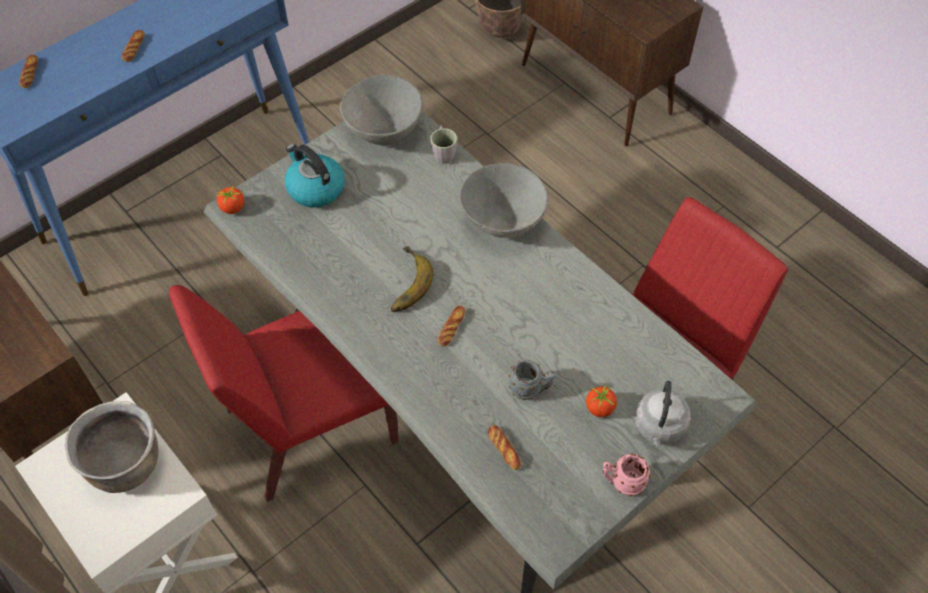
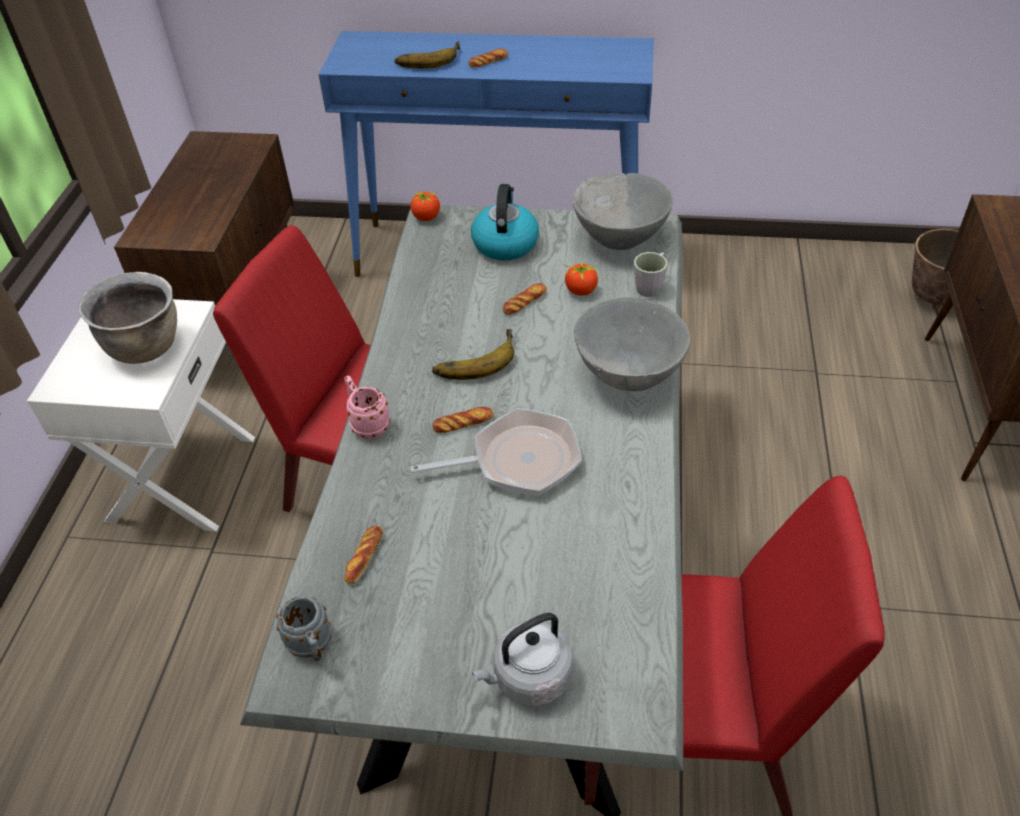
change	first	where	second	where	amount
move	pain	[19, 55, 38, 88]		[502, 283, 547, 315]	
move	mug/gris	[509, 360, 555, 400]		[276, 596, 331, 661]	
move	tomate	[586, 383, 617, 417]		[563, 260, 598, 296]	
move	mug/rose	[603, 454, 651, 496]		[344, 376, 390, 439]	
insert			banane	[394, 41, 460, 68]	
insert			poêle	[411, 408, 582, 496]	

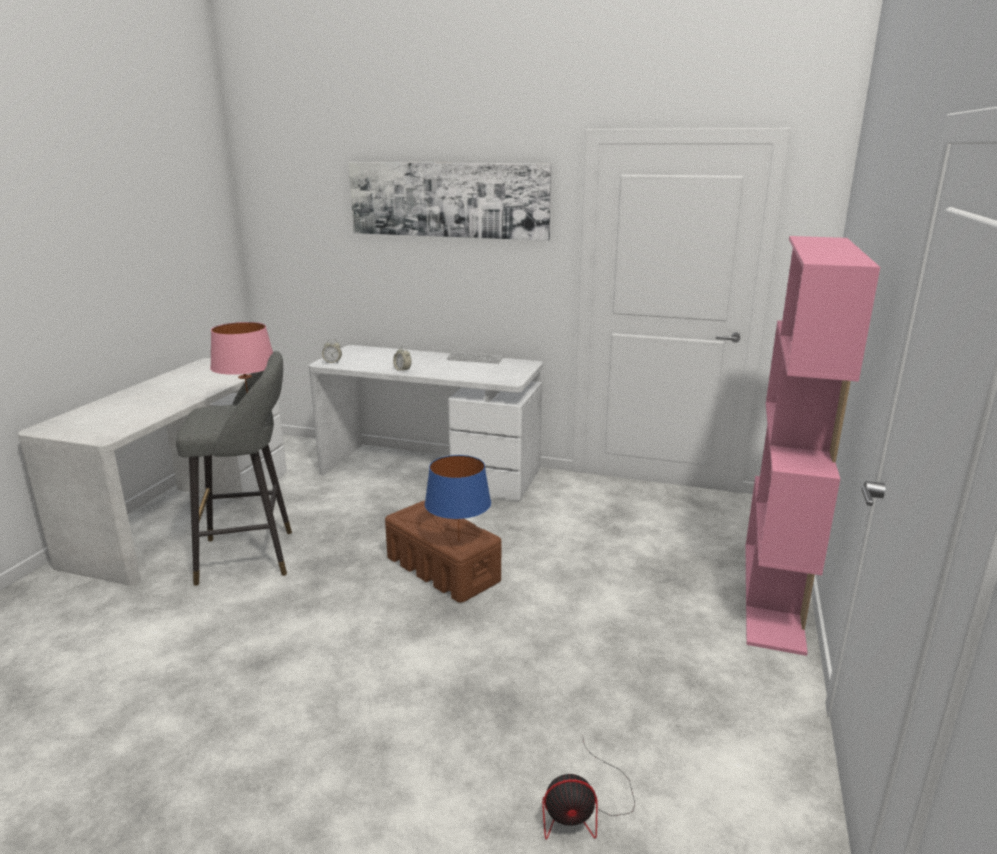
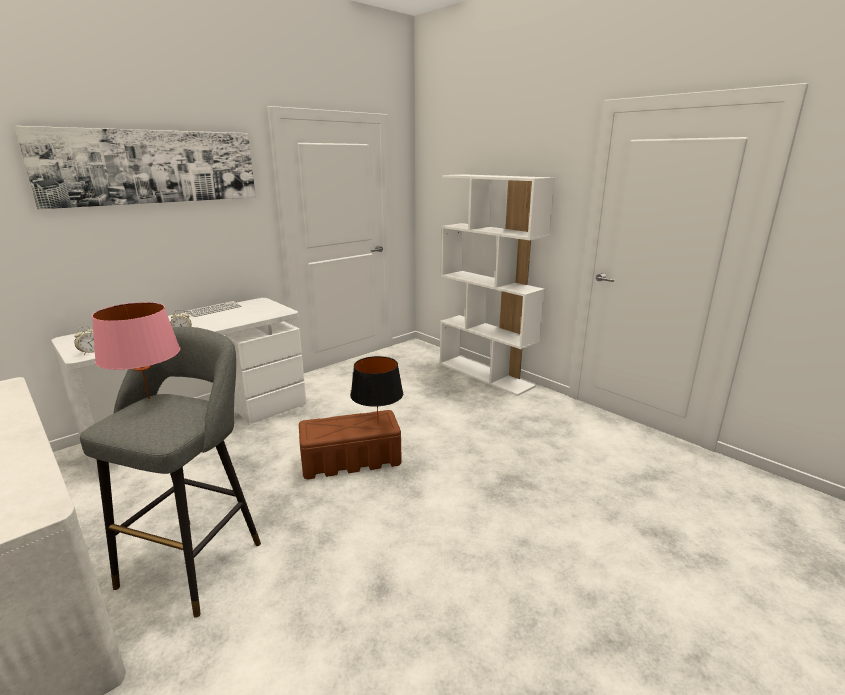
change	first	where	second	where	amount
recolor	lampe de table/bleu	[425, 455, 491, 542]	lampe de table/noir	[351, 356, 403, 425]	
delete	ventilateur	[542, 735, 635, 840]			
recolor	bibliothèque/rose	[746, 236, 880, 656]	bibliothèque/blanc	[440, 174, 555, 396]	

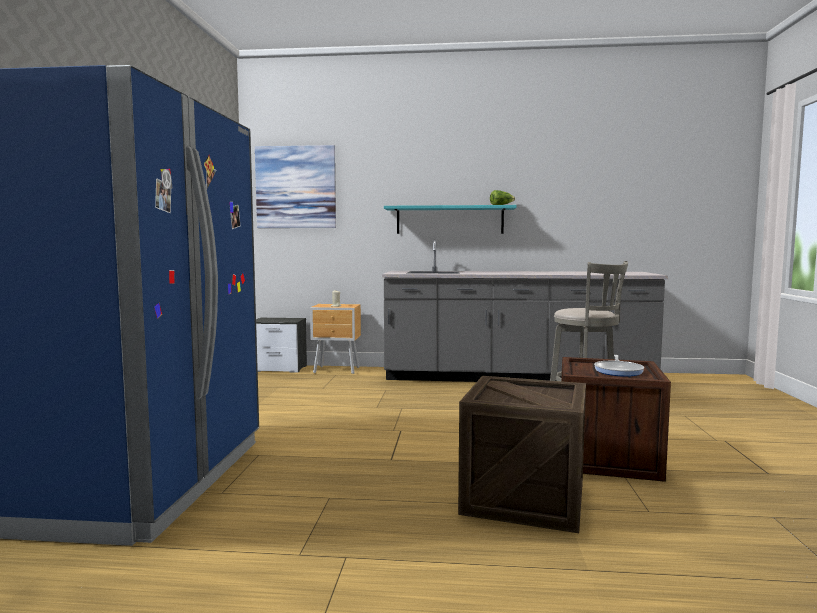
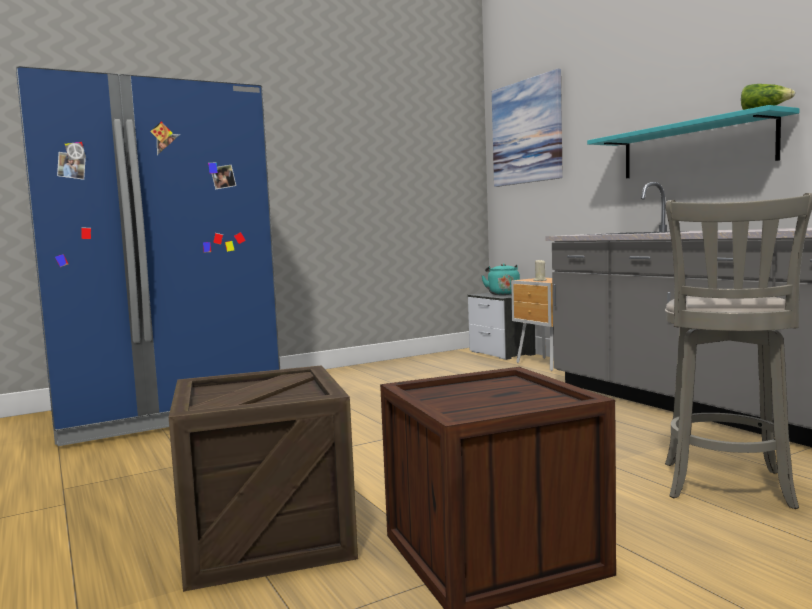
change	first	where	second	where	amount
delete	poêle	[594, 355, 644, 377]			
insert			bouilloire/turquoise	[481, 263, 520, 295]	

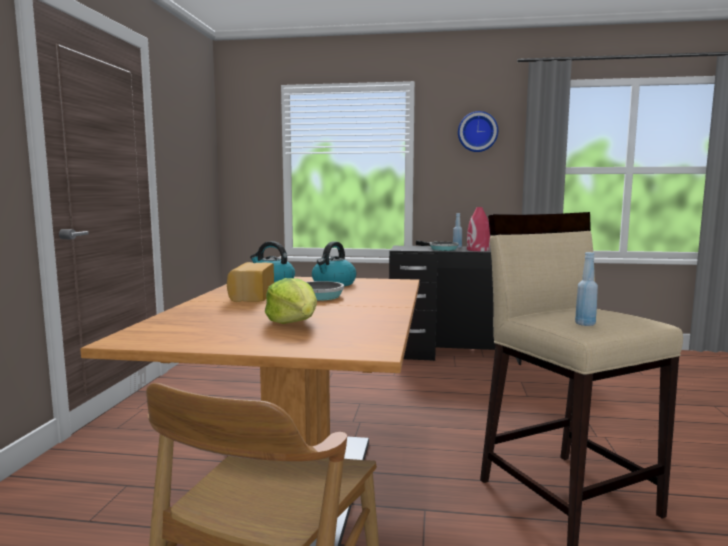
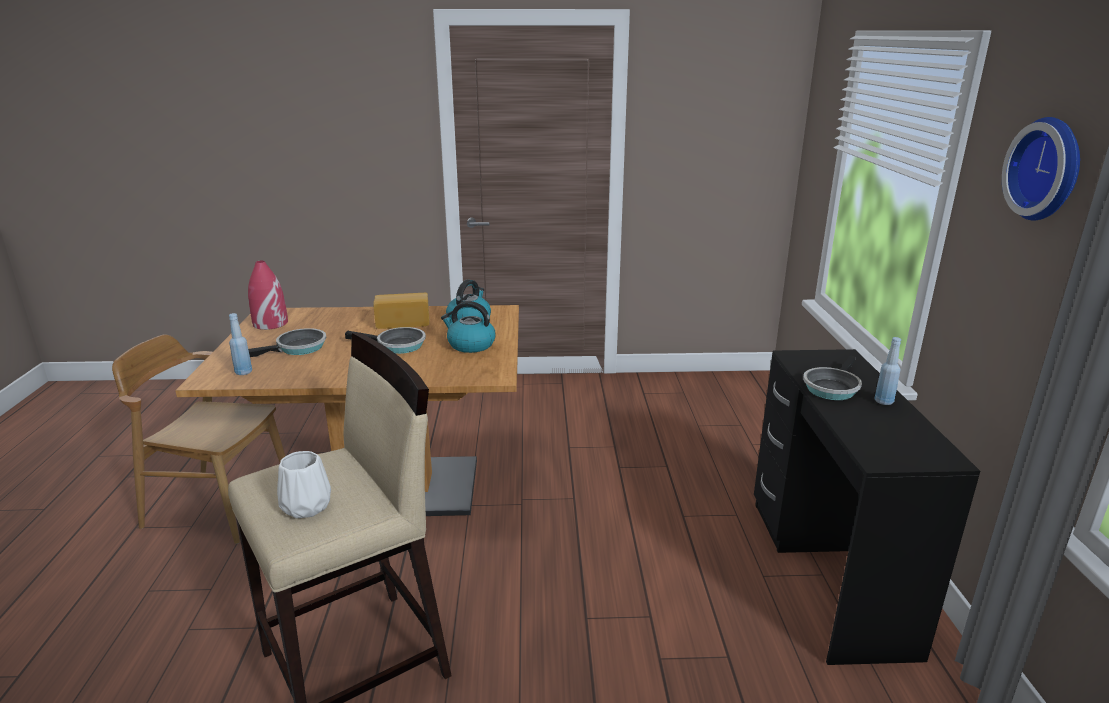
change	first	where	second	where	amount
replace	laitue	[265, 278, 317, 324]	poêle	[248, 328, 326, 357]	
move	vase/rouge	[467, 207, 490, 251]		[248, 261, 288, 330]	
move	bouteille/bleu	[575, 252, 598, 326]		[229, 313, 252, 375]	
insert			vase/blanc	[277, 451, 331, 518]	

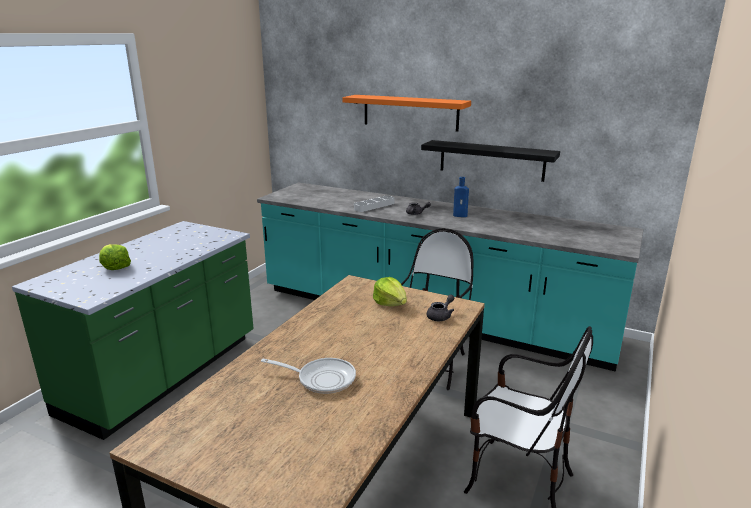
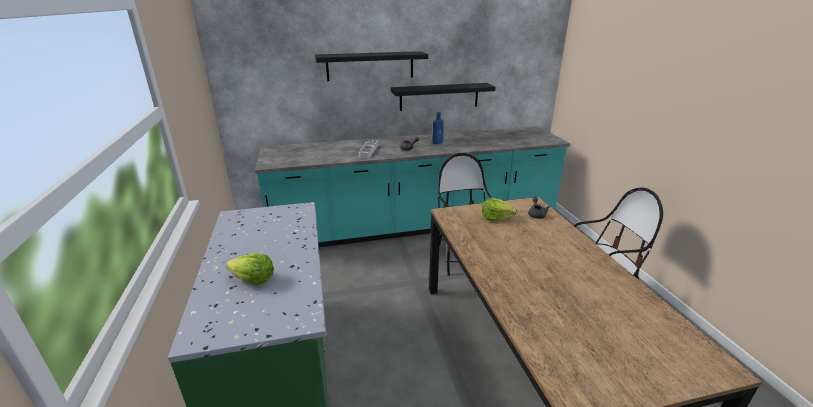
change	first	where	second	where	amount
delete	poêle	[261, 358, 356, 394]			
recolor	étagère/orange	[342, 95, 471, 132]	étagère/noir	[315, 51, 428, 81]	

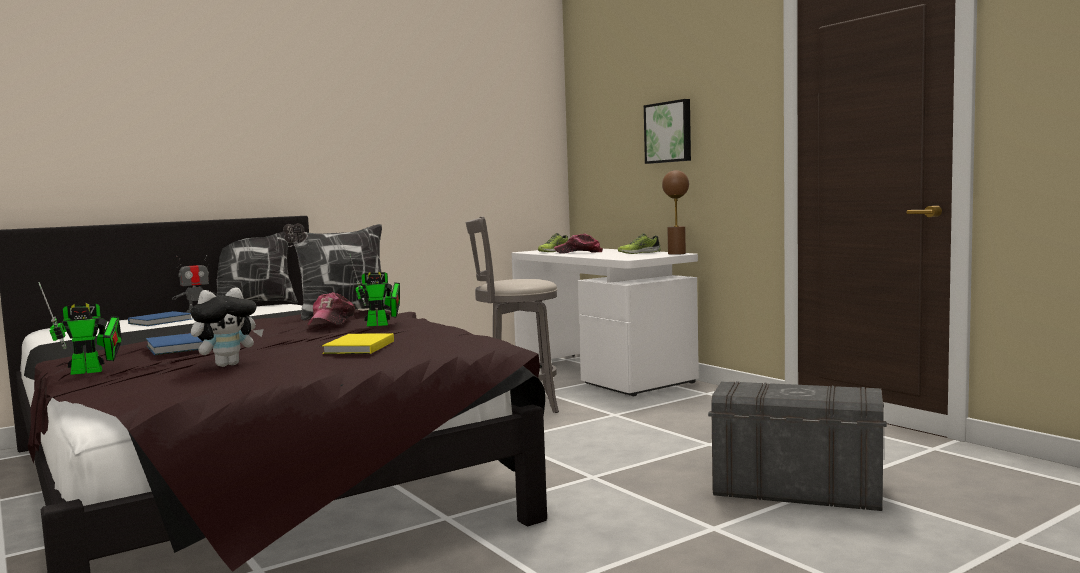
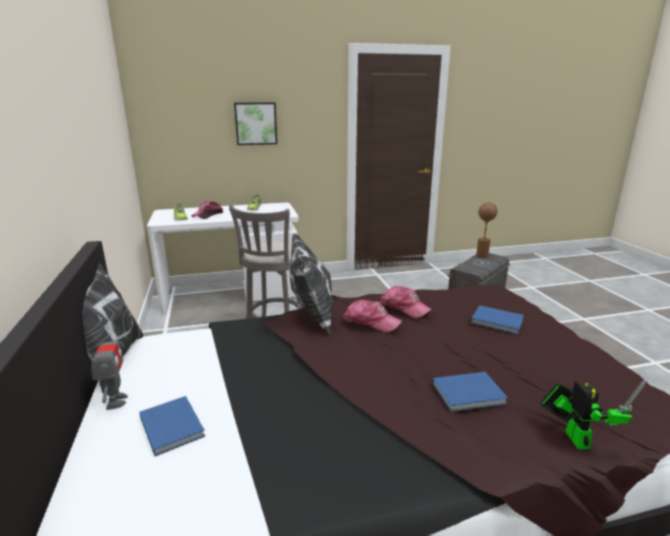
change	first	where	second	where	amount
delete	peluche	[190, 287, 264, 367]			
recolor	livre/jaune	[322, 333, 394, 354]	livre/bleu	[471, 305, 524, 334]	
replace	robot jouet	[349, 254, 400, 326]	casquette	[381, 286, 433, 318]	
move	lampe de table/marron	[662, 170, 689, 255]		[476, 202, 497, 258]	

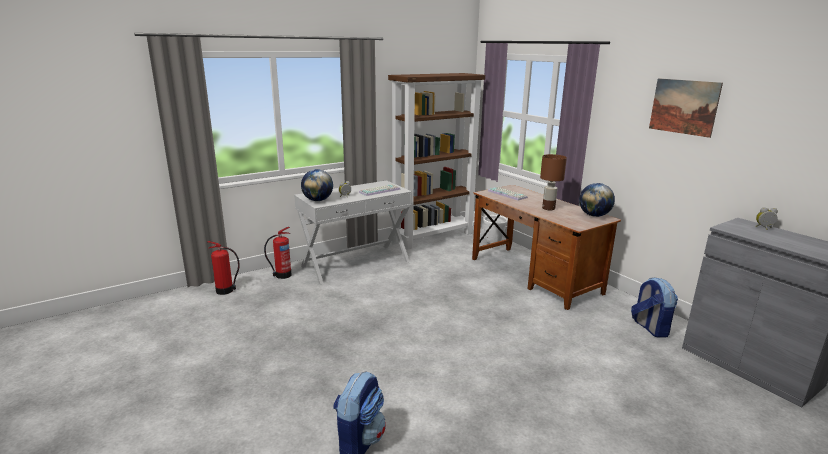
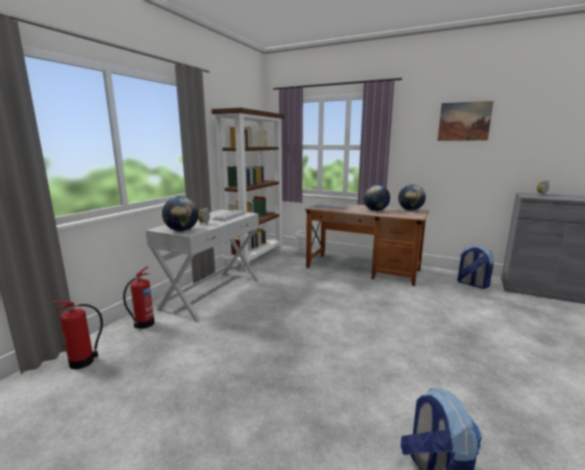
change	first	where	second	where	amount
replace	lampe de table/marron	[540, 154, 567, 210]	globe	[363, 185, 390, 211]	

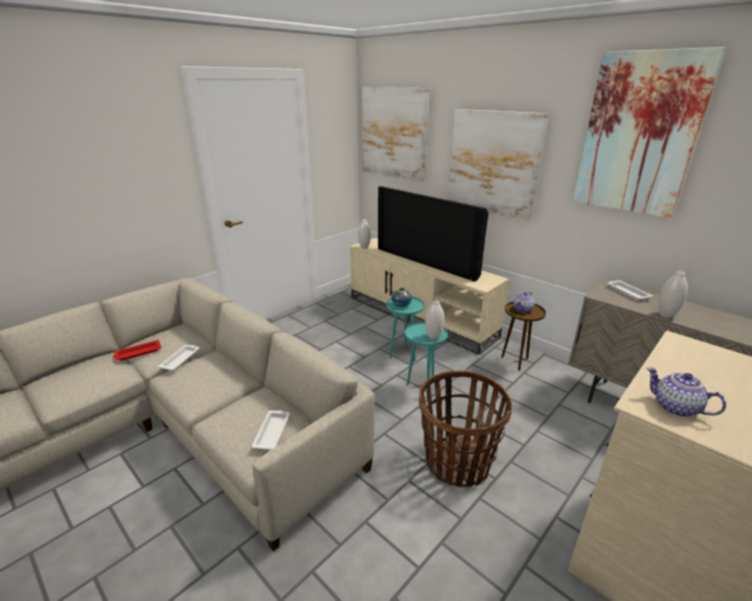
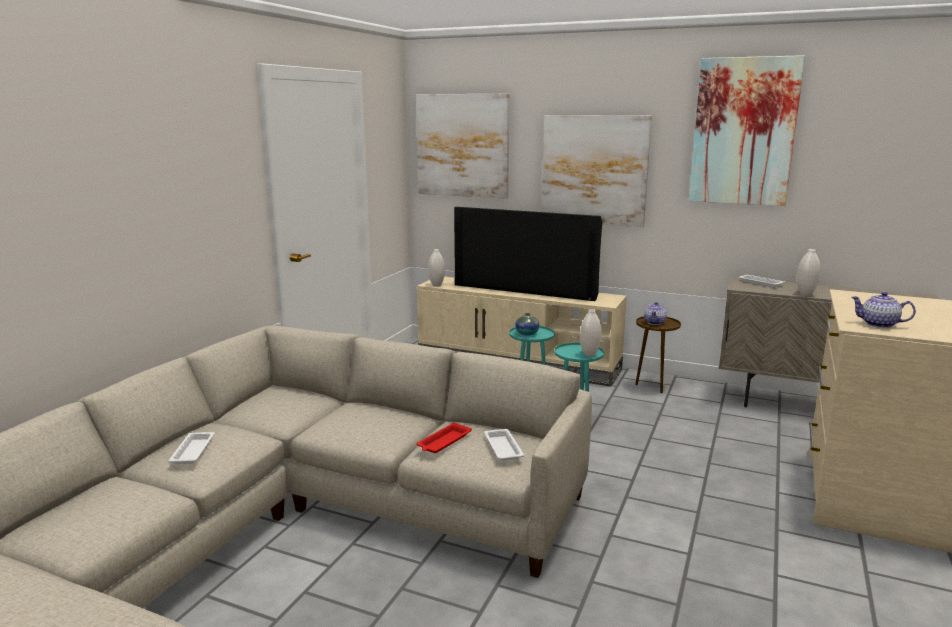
change	first	where	second	where	amount
move	plateau/rouge	[113, 340, 161, 361]		[417, 422, 472, 453]	
move	plateau/blanc	[158, 345, 200, 371]		[168, 432, 215, 464]	
delete	panier	[419, 370, 512, 487]			

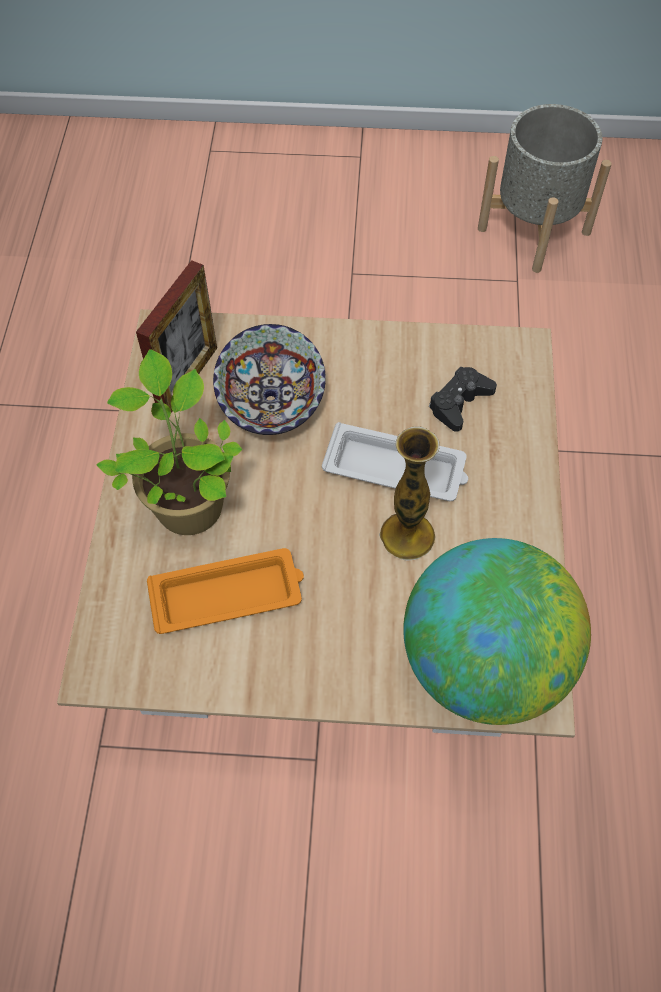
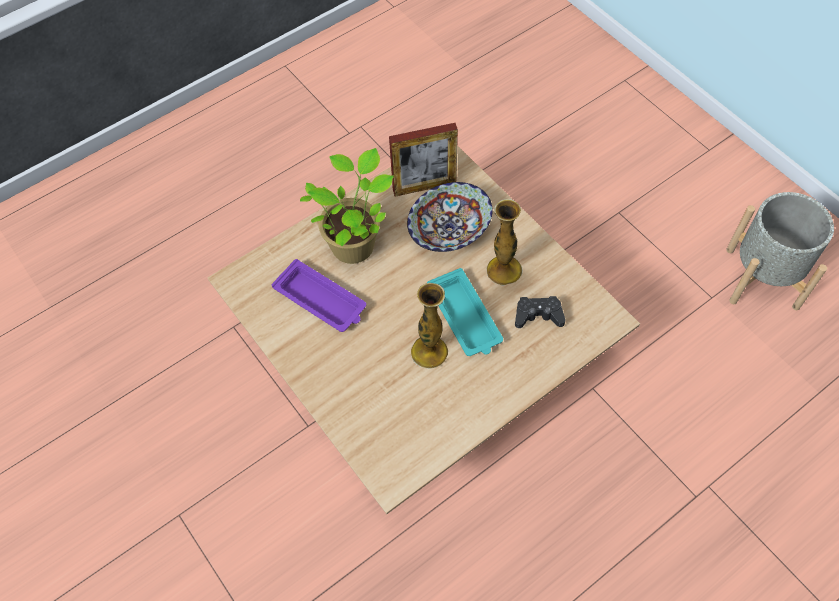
change	first	where	second	where	amount
recolor	plateau/orange	[147, 548, 304, 634]	plateau/violet	[272, 259, 366, 332]	
recolor	plateau/blanc	[322, 422, 468, 501]	plateau/turquoise	[427, 268, 503, 356]	
delete	globe	[403, 538, 591, 725]			
insert			vase	[487, 199, 523, 286]	

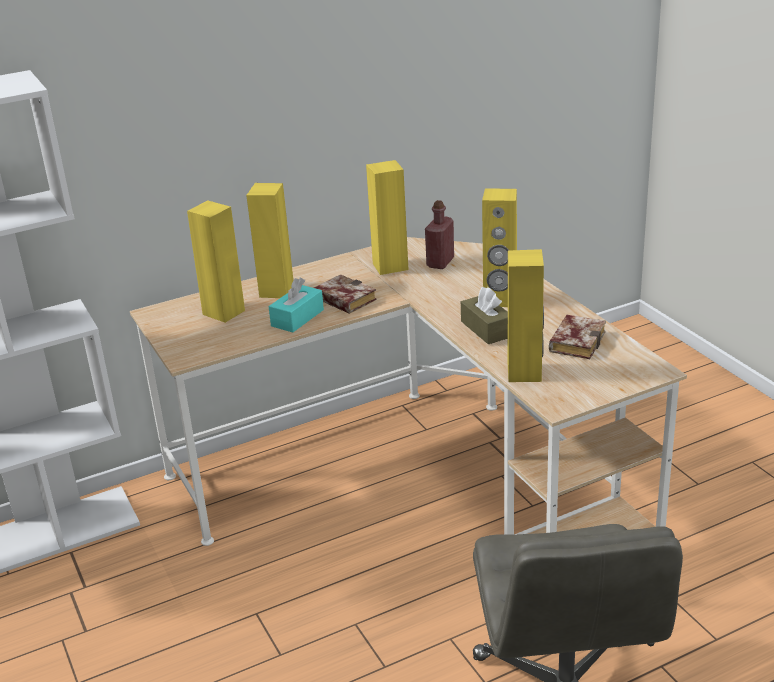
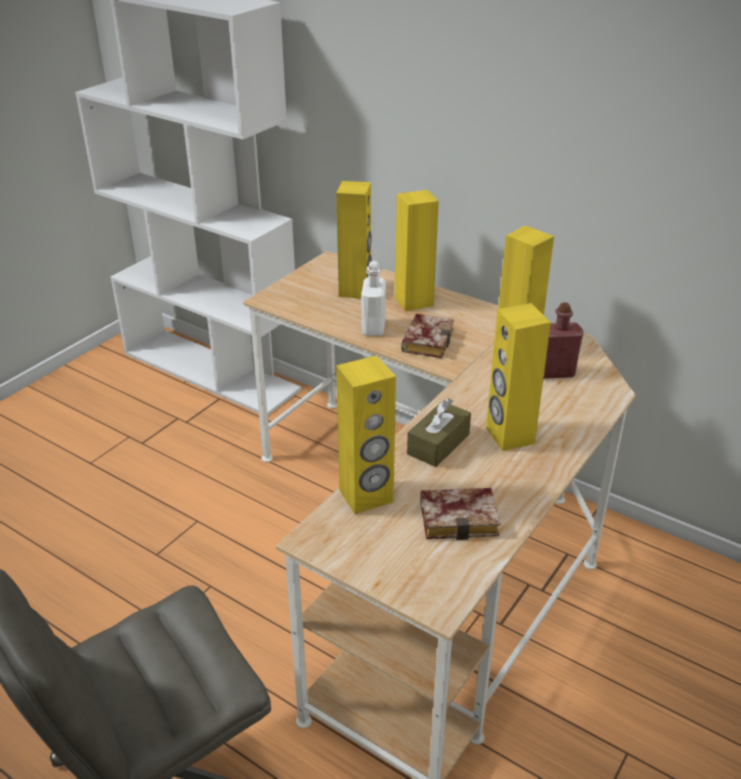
change	first	where	second	where	amount
replace	boîte à mouchoirs/turquoise	[269, 278, 324, 333]	bouteille/blanc	[361, 261, 386, 336]	

